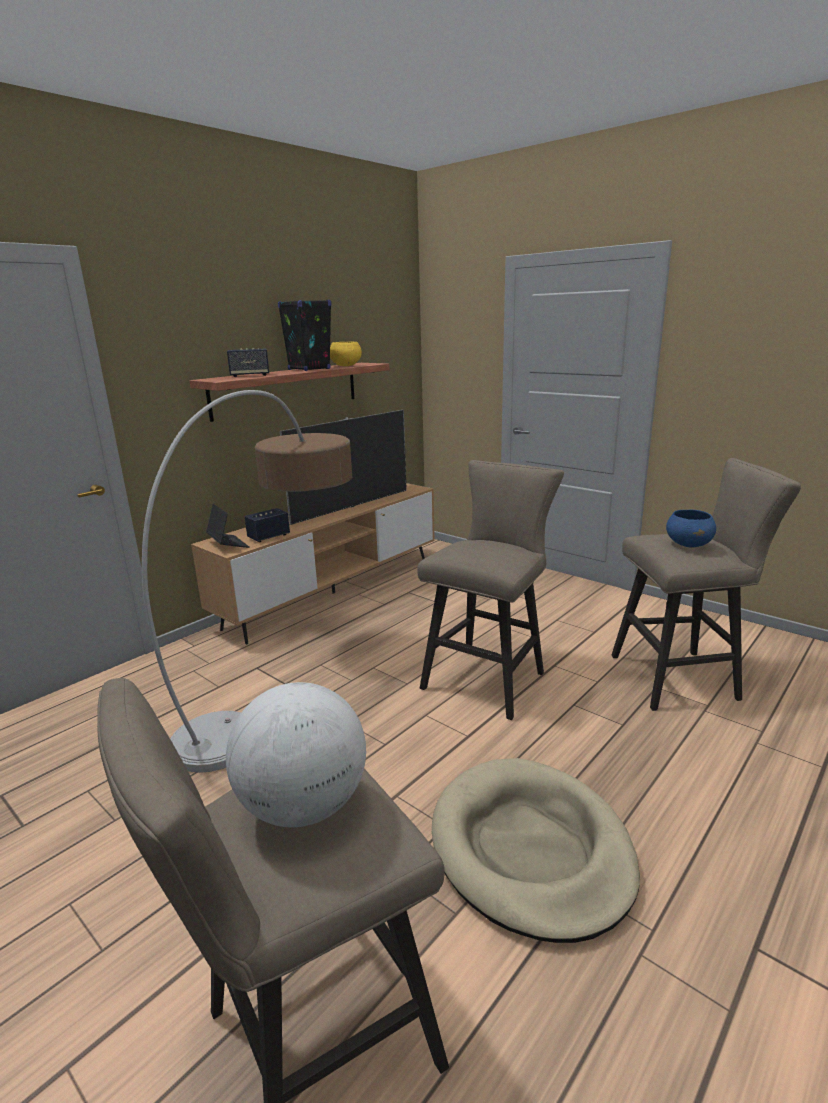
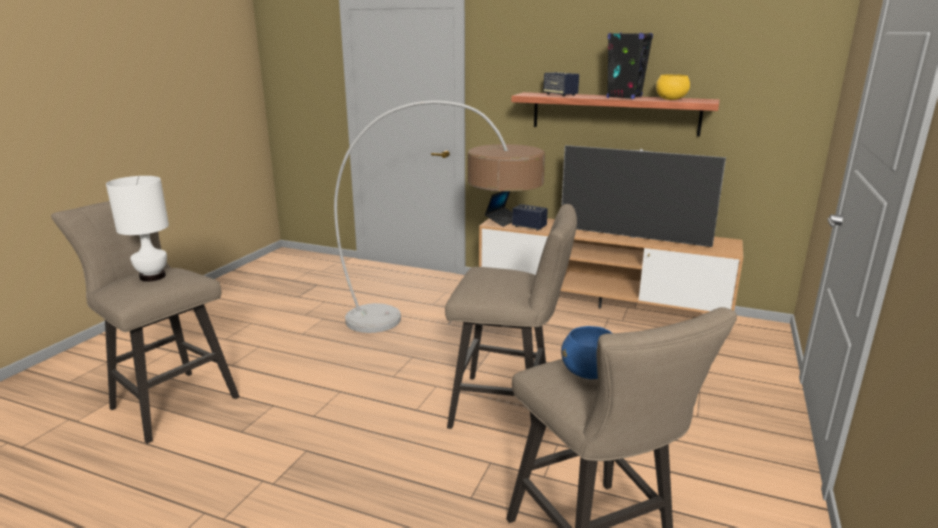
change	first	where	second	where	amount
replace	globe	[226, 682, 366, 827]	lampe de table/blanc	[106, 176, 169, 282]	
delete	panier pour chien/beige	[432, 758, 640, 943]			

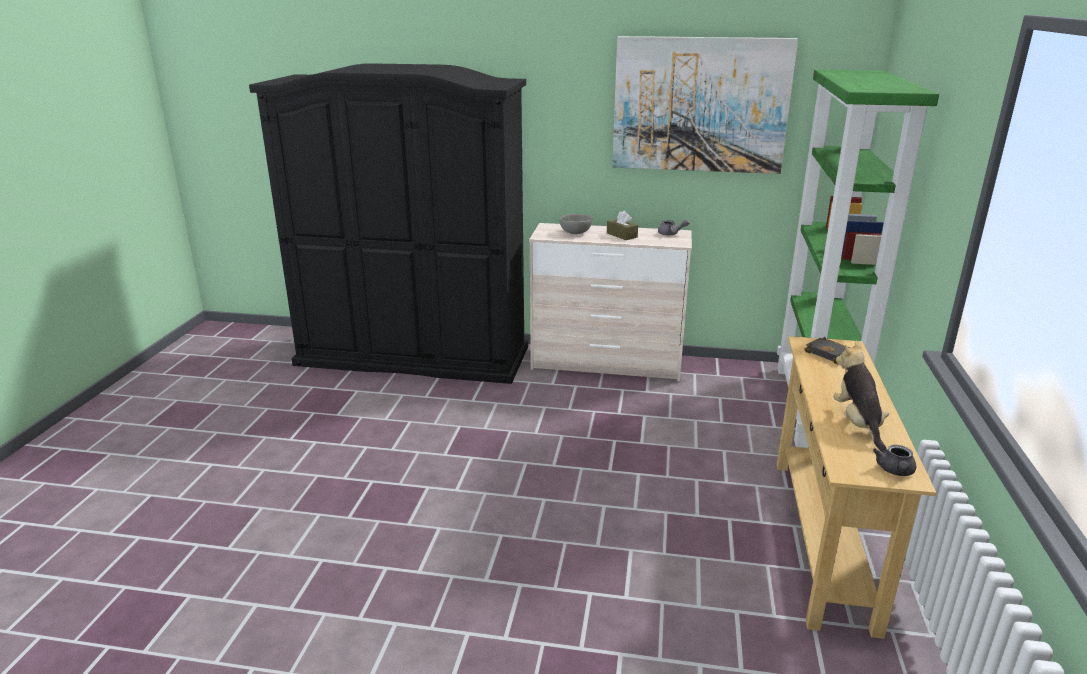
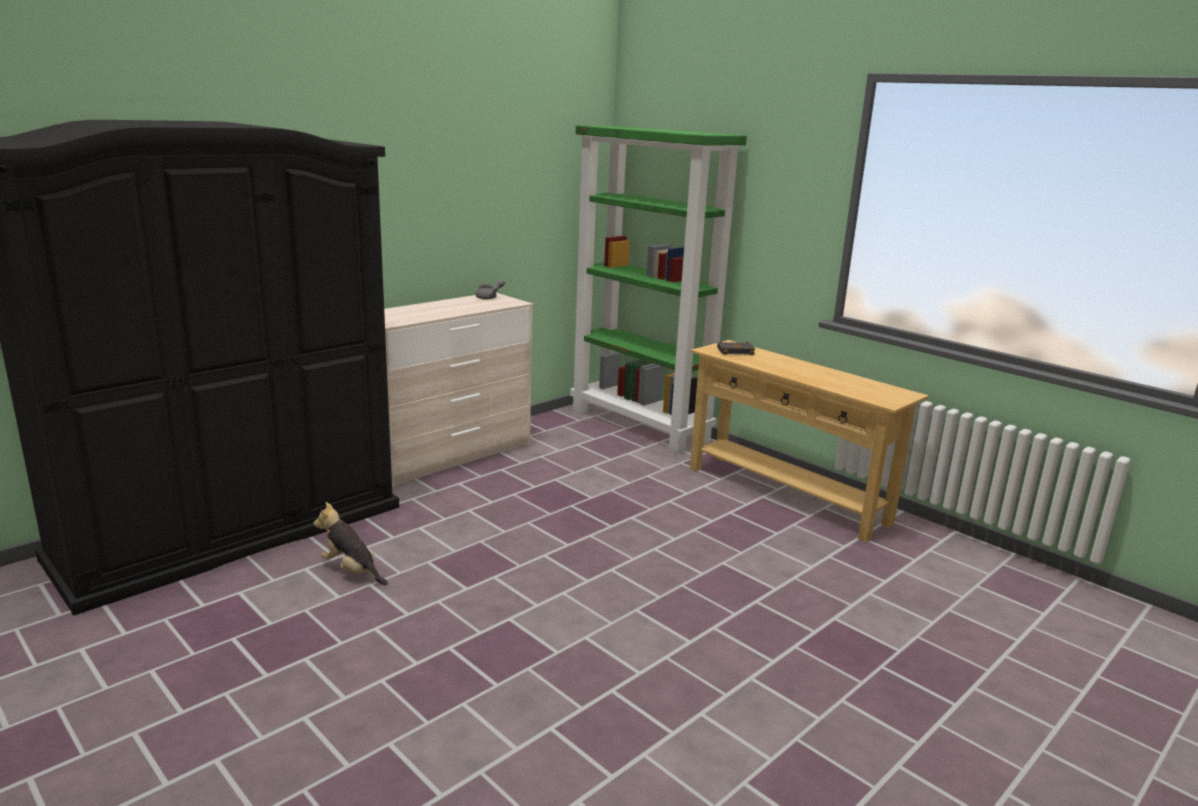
change	first	where	second	where	amount
delete	bol/gris	[560, 214, 592, 234]			
delete	boîte à mouchoirs/marron	[607, 210, 638, 240]			
delete	tableau	[612, 36, 798, 174]			
move	peluche	[833, 340, 889, 453]		[314, 502, 388, 585]	
delete	théière/gris	[873, 445, 916, 476]			

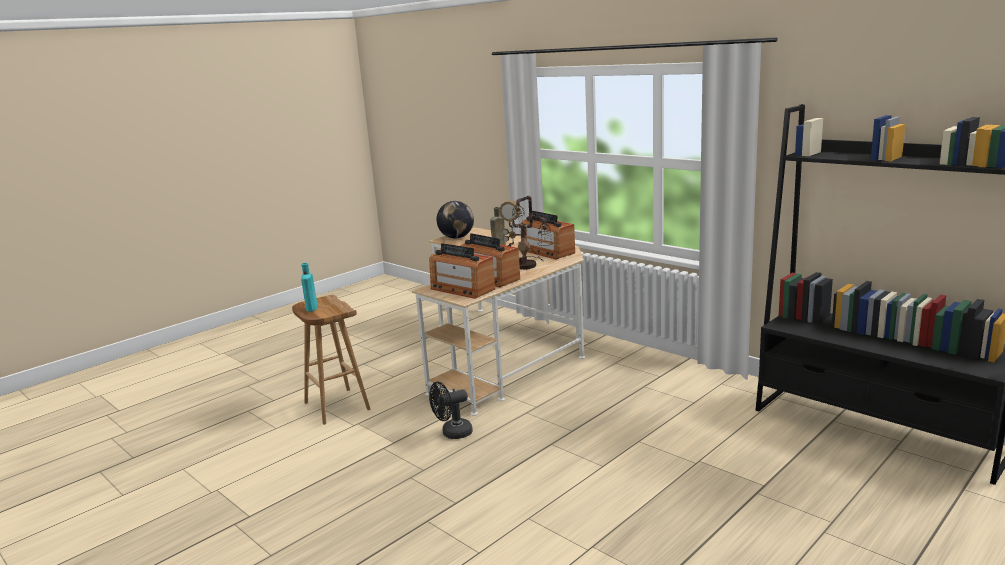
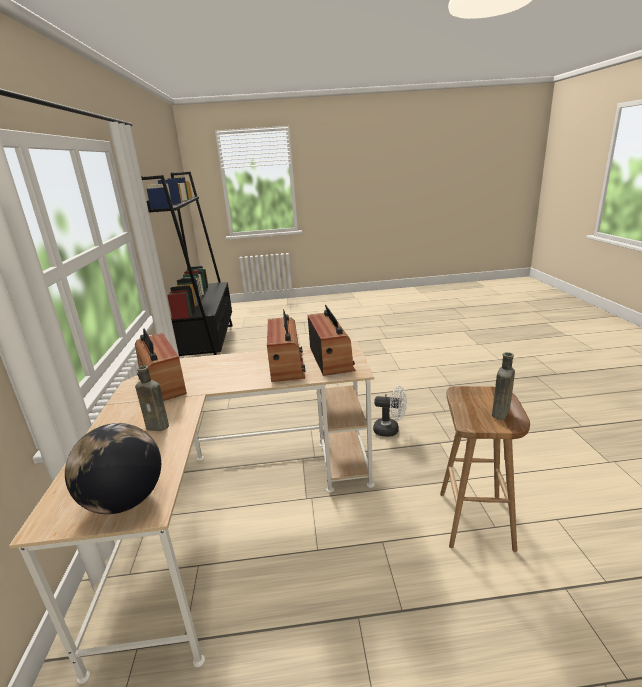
change	first	where	second	where	amount
recolor	bouteille/turquoise	[301, 263, 318, 312]	bouteille/marron	[492, 352, 515, 420]	
recolor	ventilateur/noir	[429, 382, 473, 439]	ventilateur/blanc	[373, 386, 407, 437]	
delete	lampe de table	[499, 196, 553, 270]			
rotate	radio	[521, 211, 575, 259]		[135, 328, 187, 401]	150 degrees clockwise

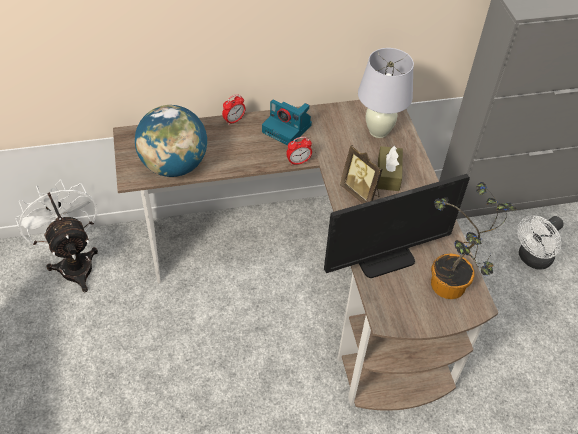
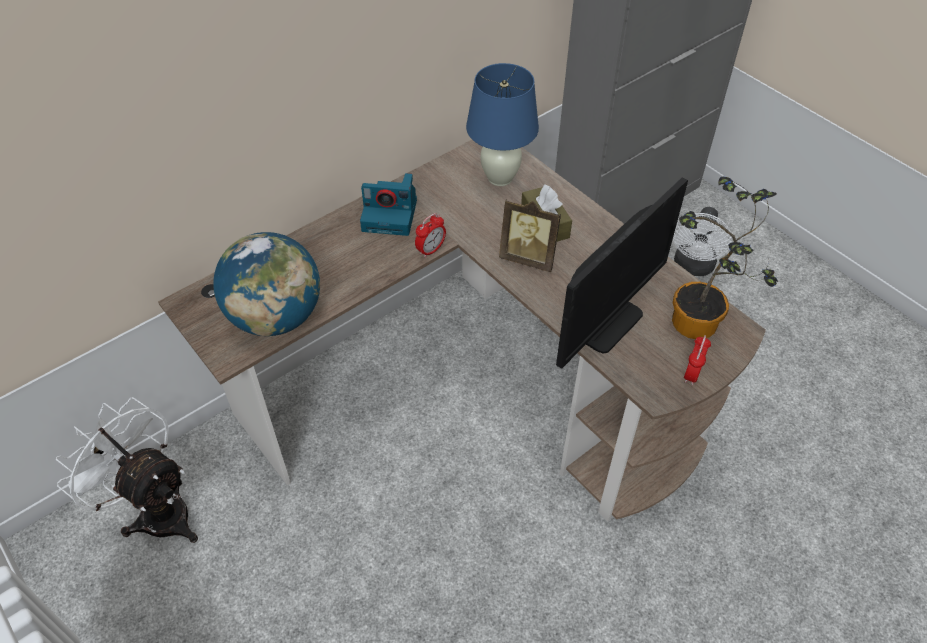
change	first	where	second	where	amount
move	réveil	[222, 94, 246, 125]		[684, 335, 711, 385]	
recolor	lampe de table/blanc	[358, 48, 414, 138]	lampe de table/bleu	[466, 63, 539, 186]	

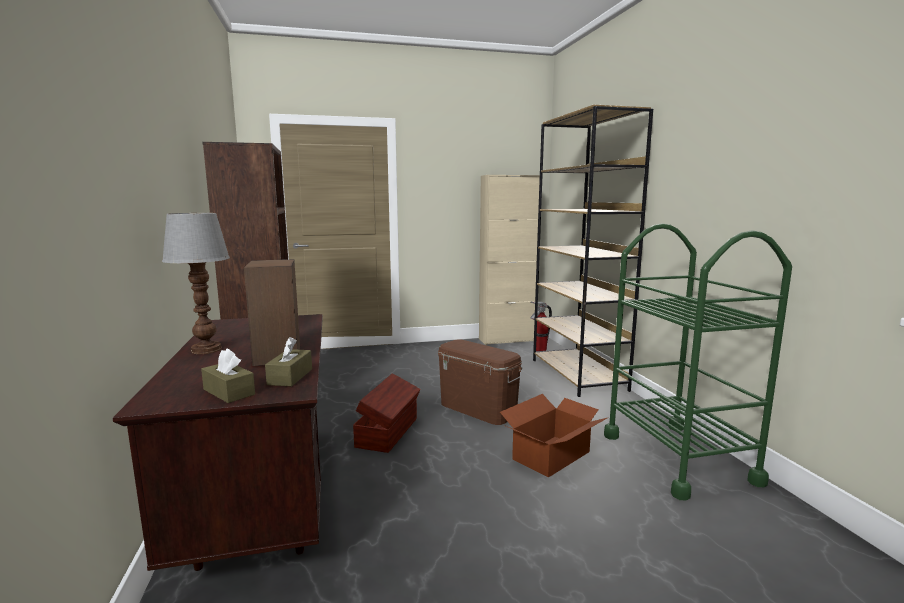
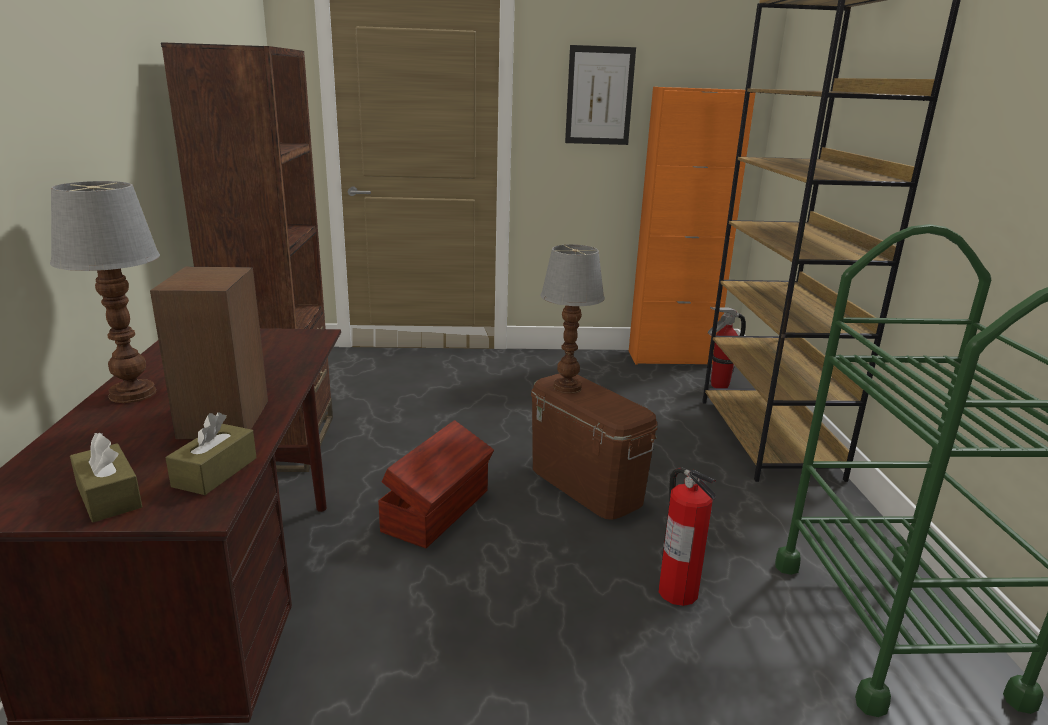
change	first	where	second	where	amount
recolor	meuble de rangement/beige	[479, 175, 540, 345]	meuble de rangement/orange	[629, 87, 756, 365]	
replace	carton	[500, 394, 609, 477]	extincteur	[659, 467, 716, 606]	
insert			lampe de table	[541, 244, 605, 394]	
insert			tableau	[565, 45, 636, 145]	

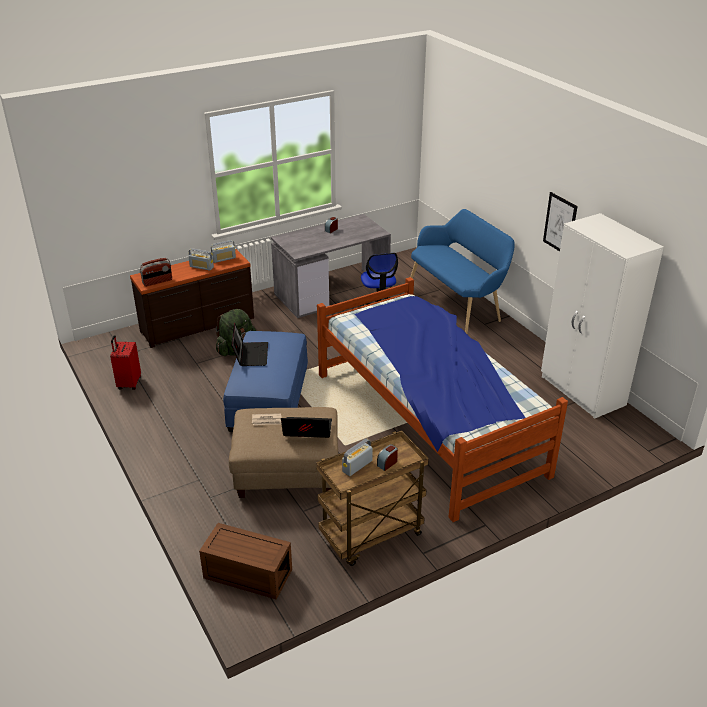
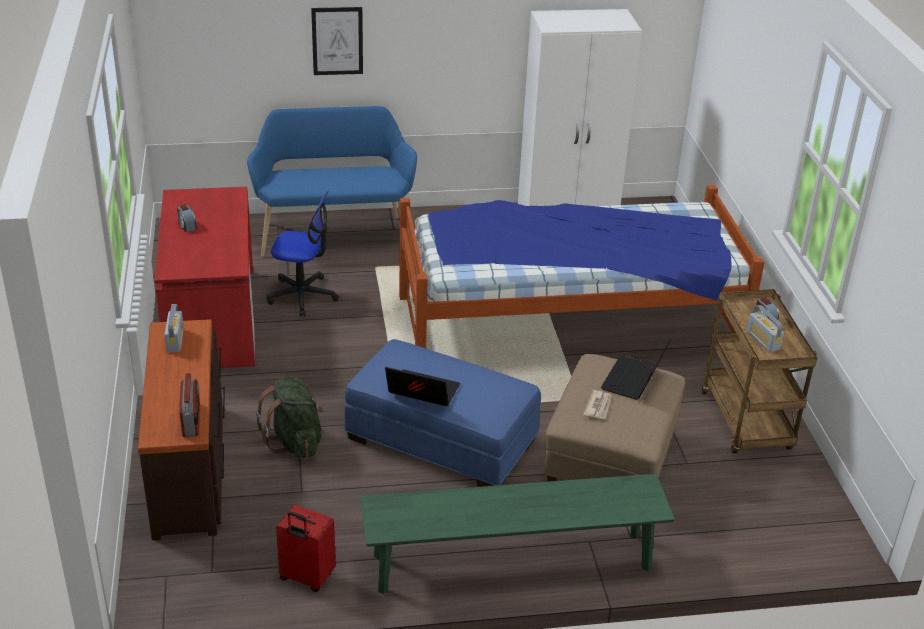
change	first	where	second	where	amount
delete	radio	[188, 248, 214, 270]			
delete	boîte de rangement/marron	[199, 523, 292, 600]			
recolor	bureau/gris	[271, 214, 391, 318]	bureau/rouge	[154, 187, 255, 368]	
move	tableau	[543, 192, 578, 251]		[311, 7, 363, 75]	
insert			banc/vert	[361, 474, 675, 594]	

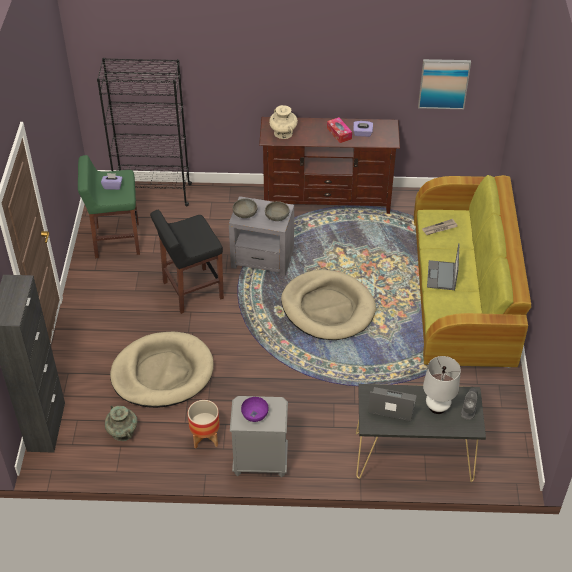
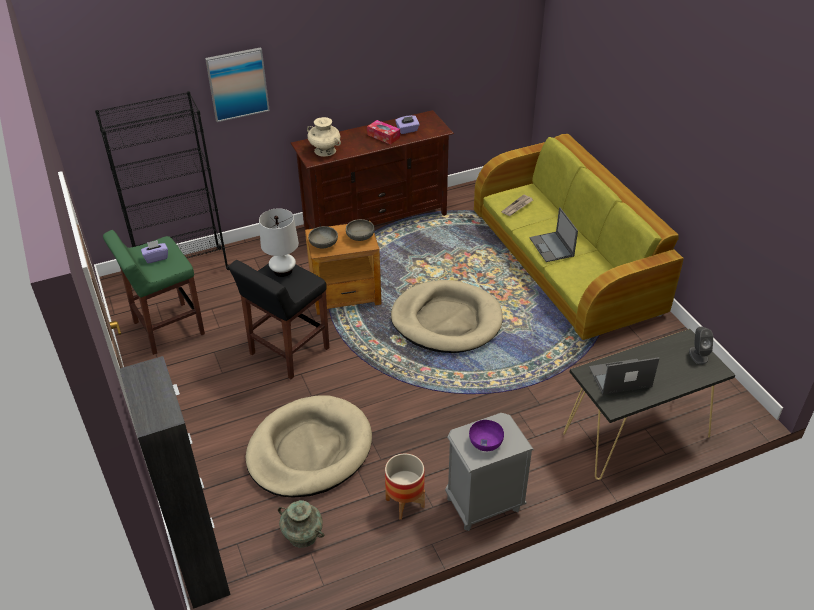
change	first	where	second	where	amount
recolor	table d'appoint/gris	[229, 196, 294, 276]	table d'appoint/marron	[305, 221, 381, 315]	
move	tableau	[418, 59, 471, 109]		[205, 47, 270, 122]	
move	lampe de table/blanc	[423, 356, 461, 414]		[259, 208, 299, 277]	

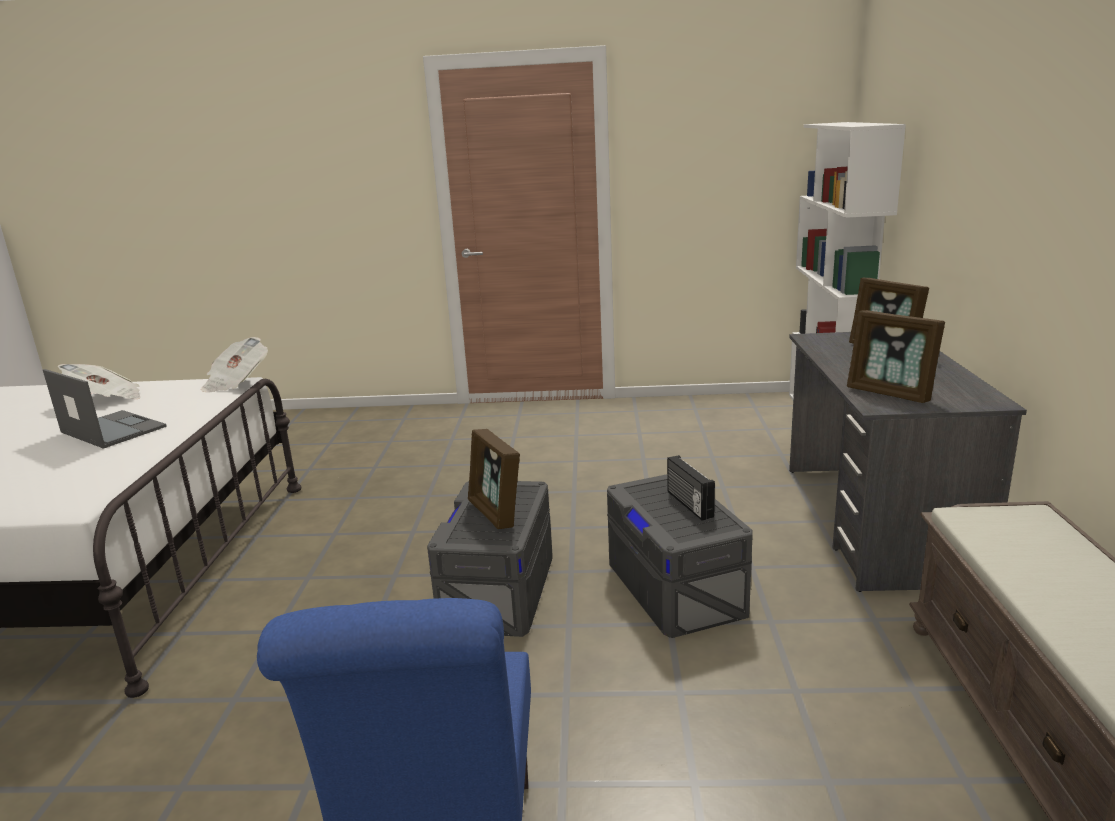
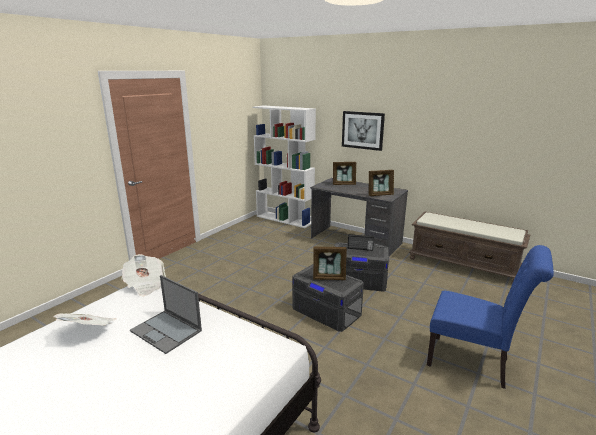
change	first	where	second	where	amount
rotate	ordinateur portable	[43, 369, 167, 449]		[130, 275, 202, 354]	120 degrees counterclockwise
insert			tableau	[342, 111, 385, 151]	

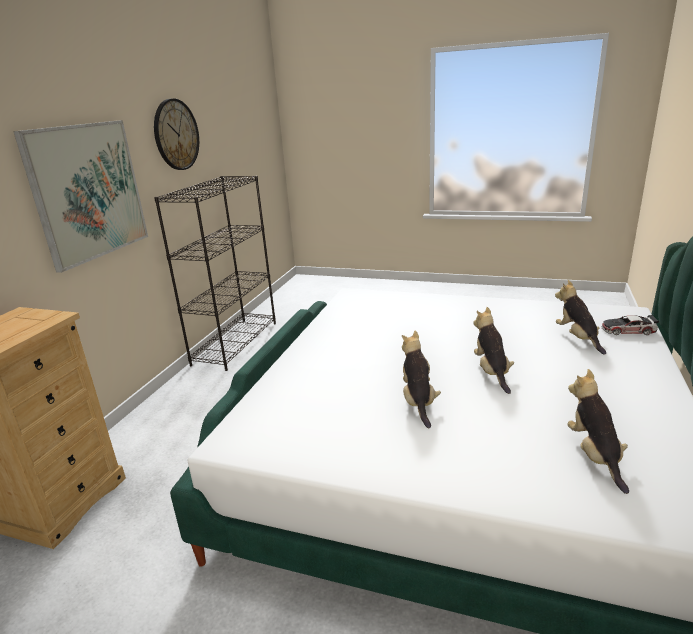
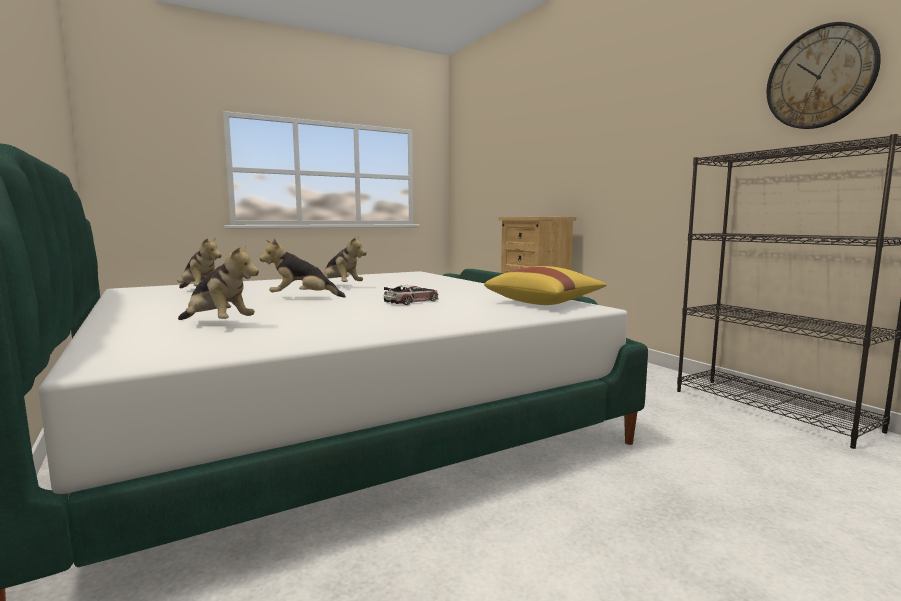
change	first	where	second	where	amount
delete	tableau	[13, 120, 148, 273]			
rotate	peluche	[473, 307, 514, 394]		[260, 239, 346, 298]	135 degrees clockwise
move	petite voiture	[602, 315, 659, 335]		[383, 285, 439, 305]	
insert			coussin/jaune	[484, 266, 607, 305]	

